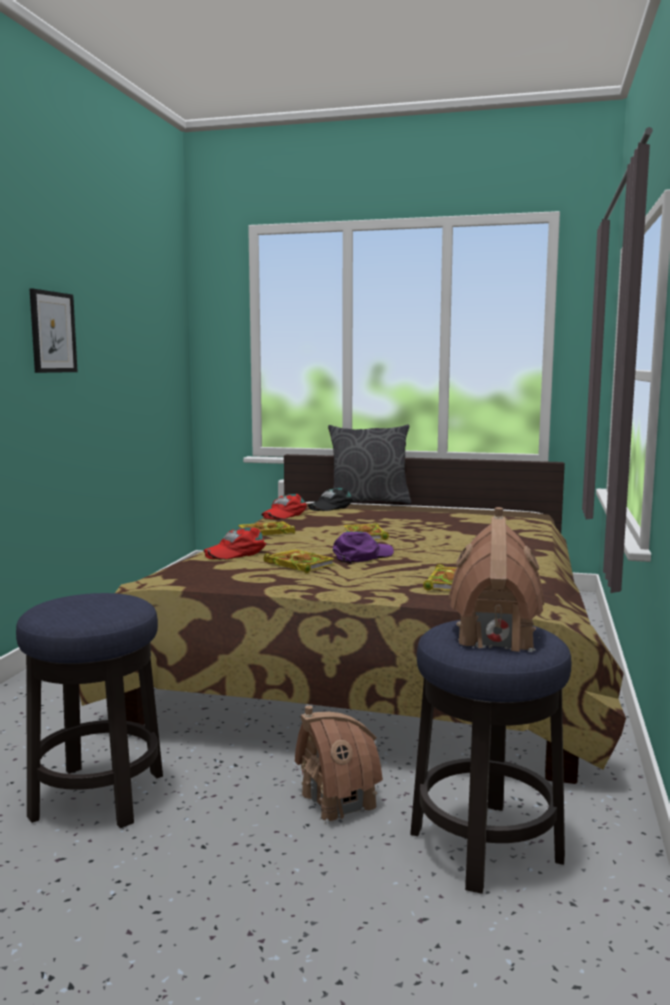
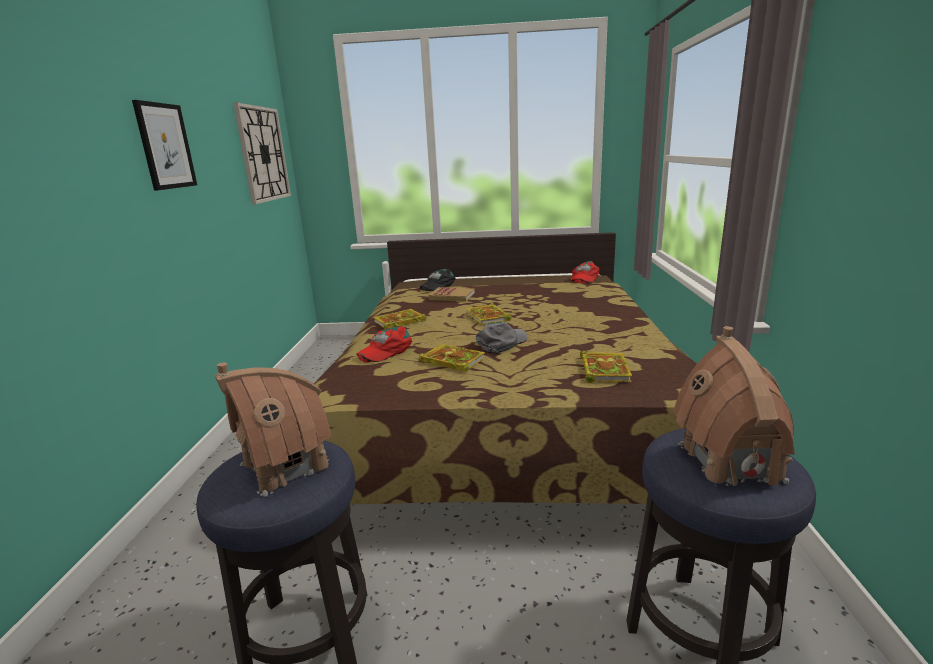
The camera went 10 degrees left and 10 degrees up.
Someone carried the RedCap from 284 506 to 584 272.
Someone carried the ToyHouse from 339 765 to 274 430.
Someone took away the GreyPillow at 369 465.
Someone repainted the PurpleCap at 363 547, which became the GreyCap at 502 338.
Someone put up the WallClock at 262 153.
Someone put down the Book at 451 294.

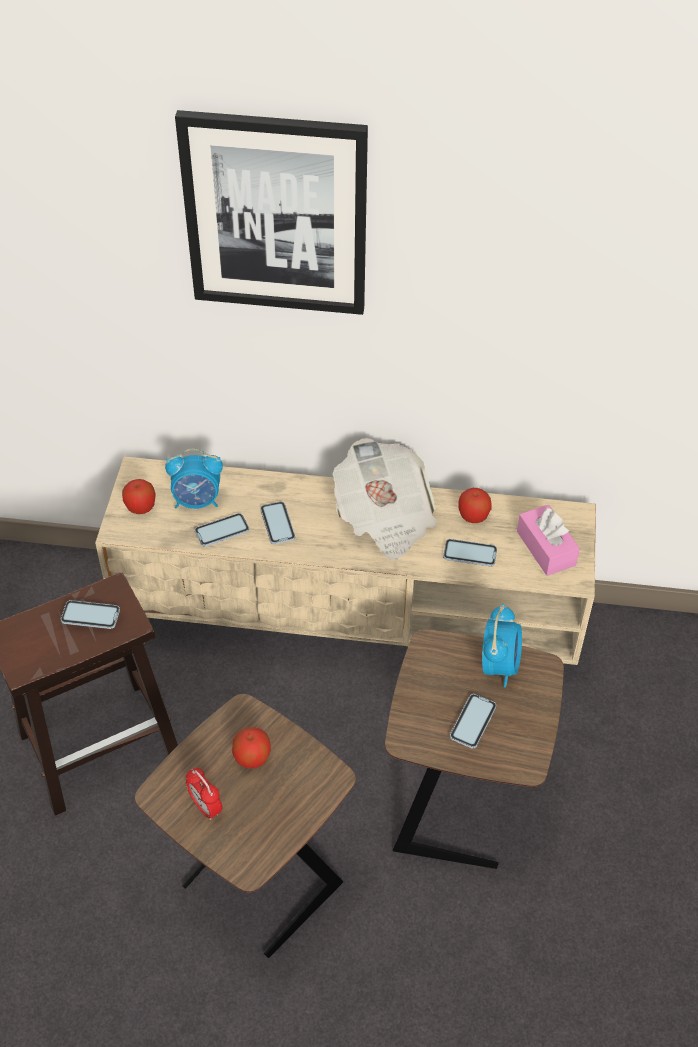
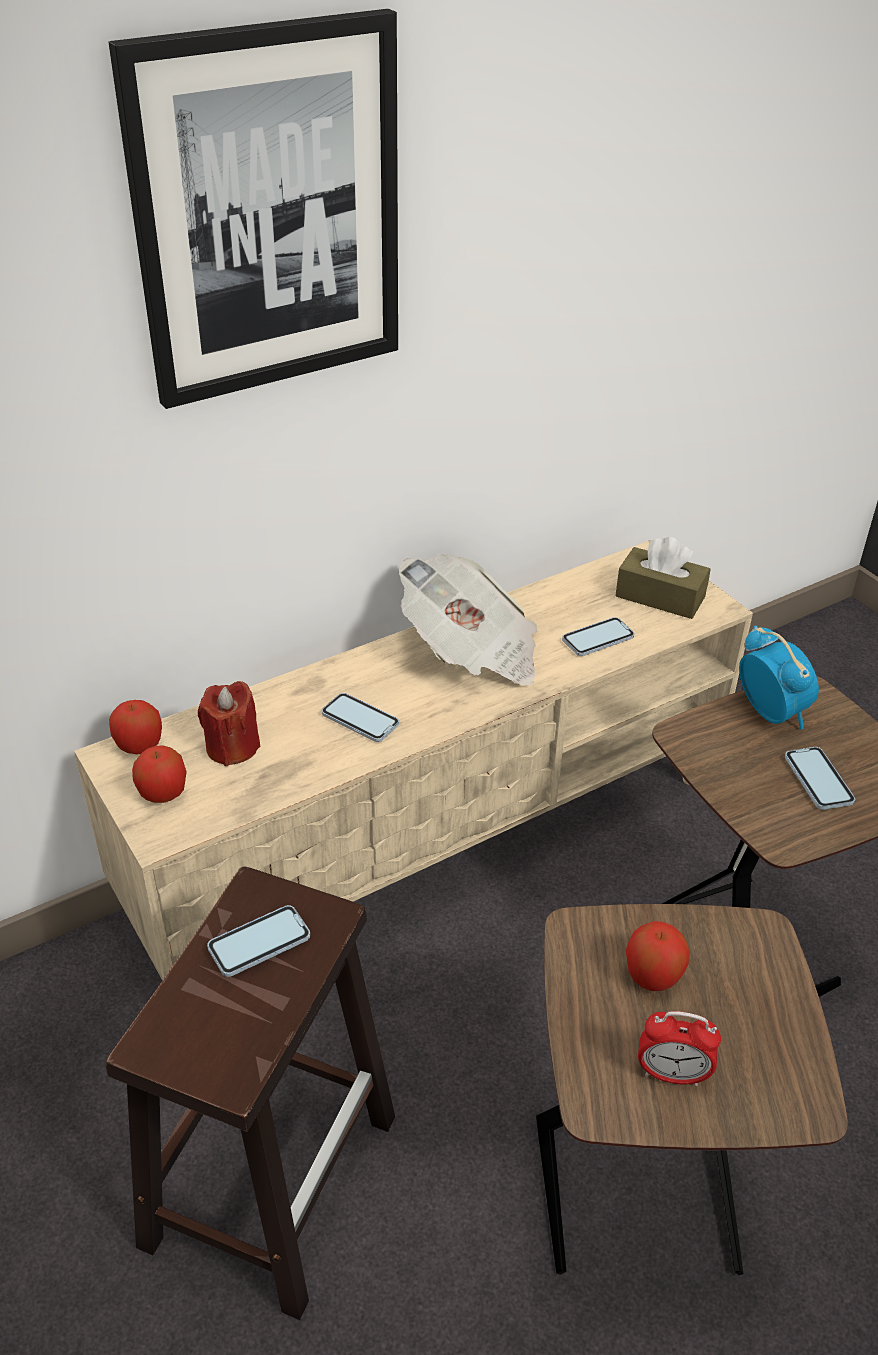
The camera went 40 degrees left and 10 degrees down.
Someone swapped the AlarmClock at 194 478 for the RedCandle at 229 723.
Someone took away the Phone at 222 530.
Someone carried the Apple from 475 505 to 135 727.
Someone repainted the PinkTissueBox at 548 540, which became the BrownTissueBox at 663 578.

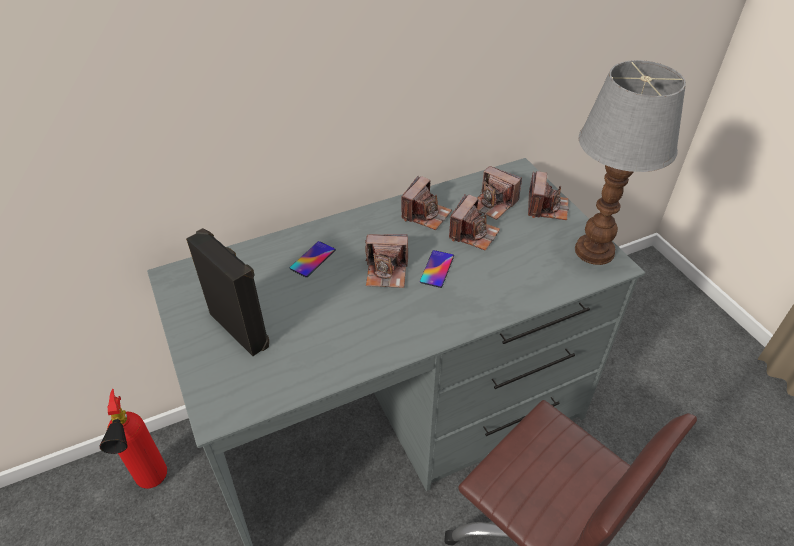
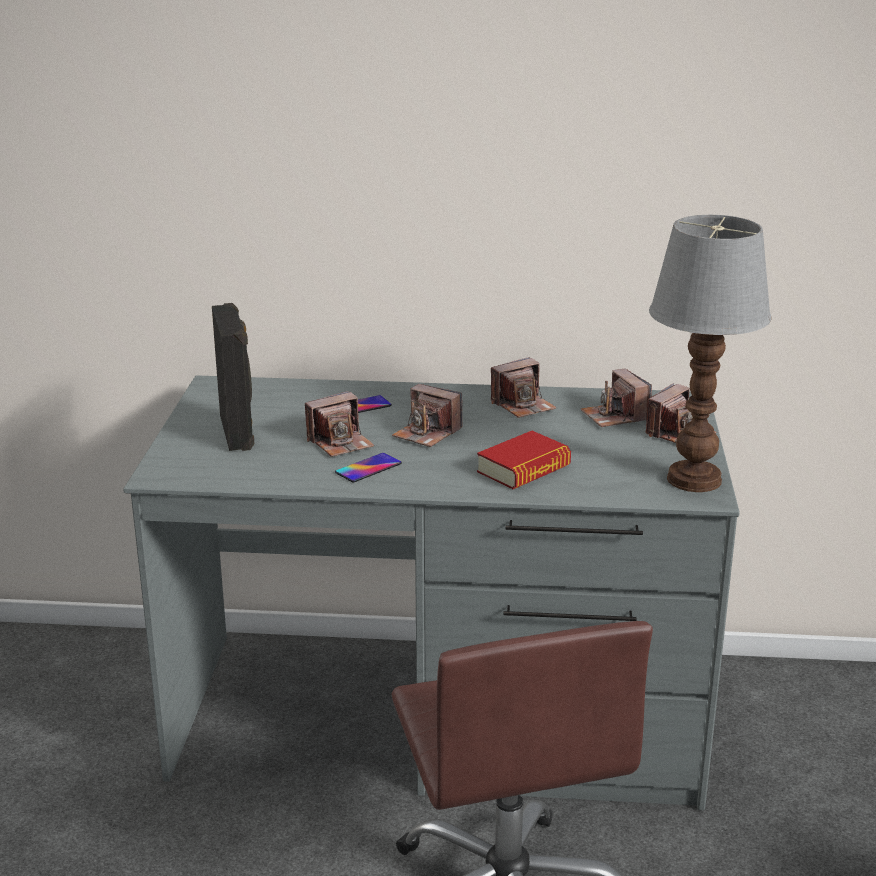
The camera went 30 degrees right and 20 degrees down.
Someone took away the FireExtinguisher at 133 439.
Someone carried the Phone from 437 269 to 368 467.
Someone carried the PhotoCamera from 474 222 to 339 424.
Someone put down the Book at 524 460.

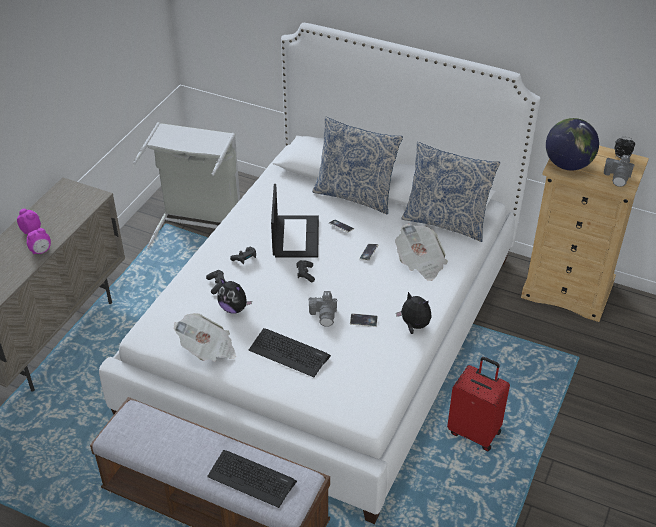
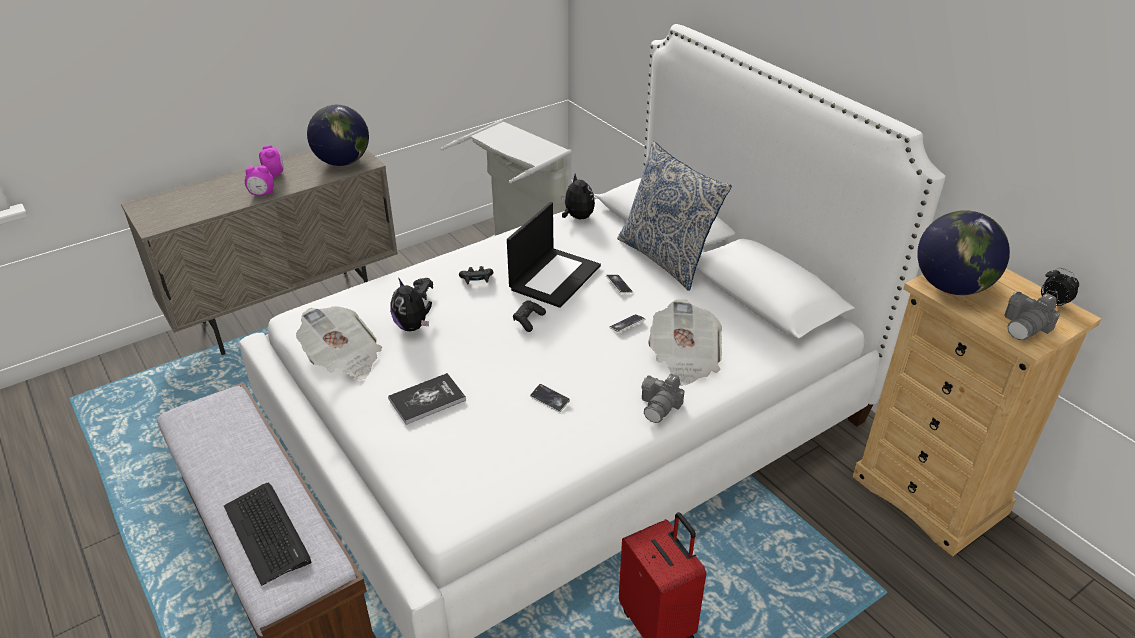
The camera went 30 degrees right and 5 degrees down.
Someone swapped the Keyboard at 290 352 for the Book at 427 399.
Someone carried the PhotoCamera from 323 309 to 662 398.
Someone carried the PlushToy from 414 313 to 578 197.
Someone took away the Pillow at 450 192.
Someone put down the Globe at 338 135.

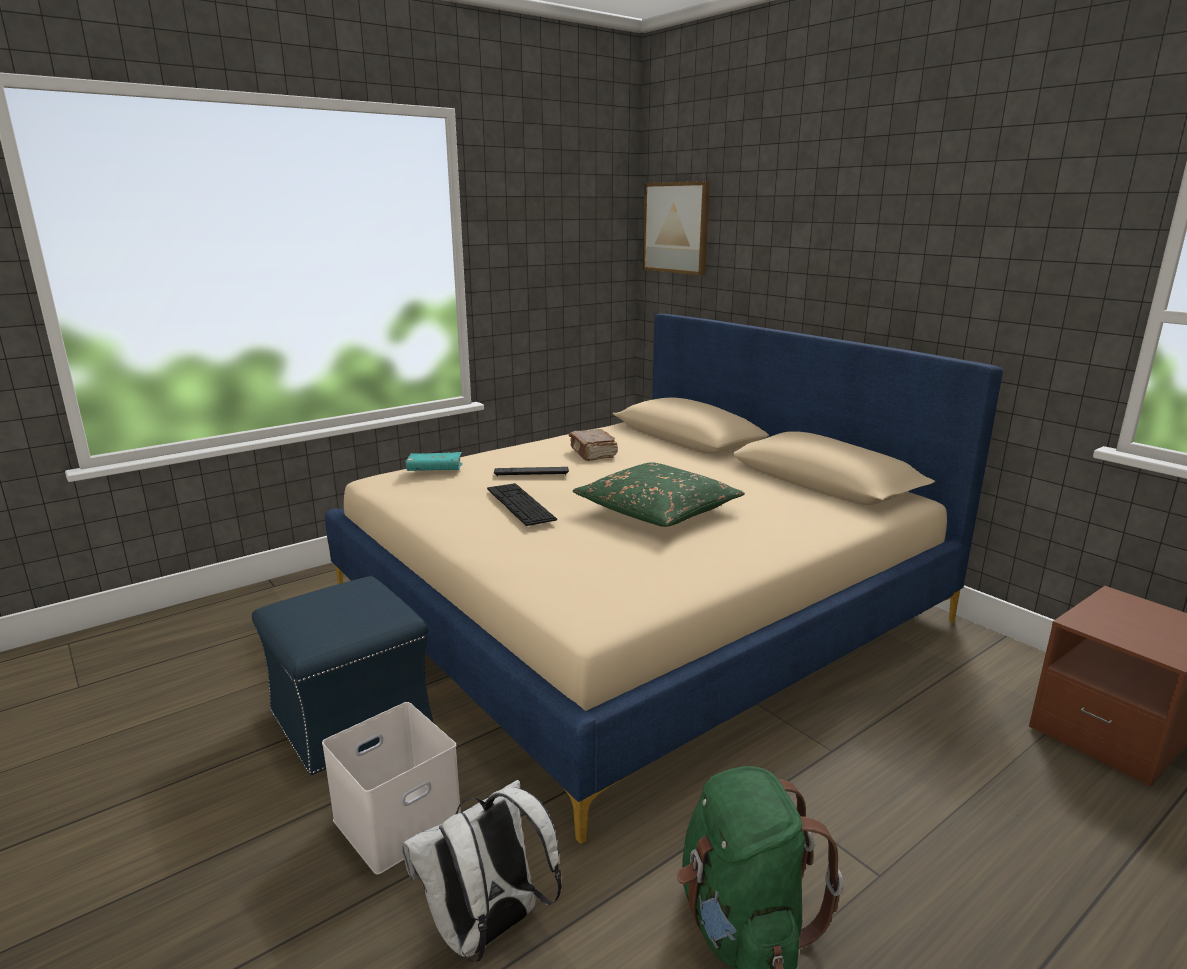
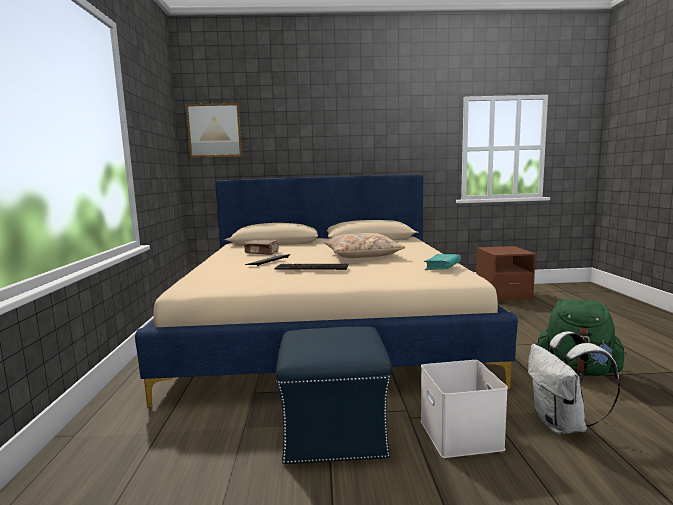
The camera went 55 degrees left and 10 degrees down.
Someone carried the TurquoiseBook from 434 461 to 442 262.
Someone repainted the GreenPillow at 659 494, which became the BeigePillow at 364 245.

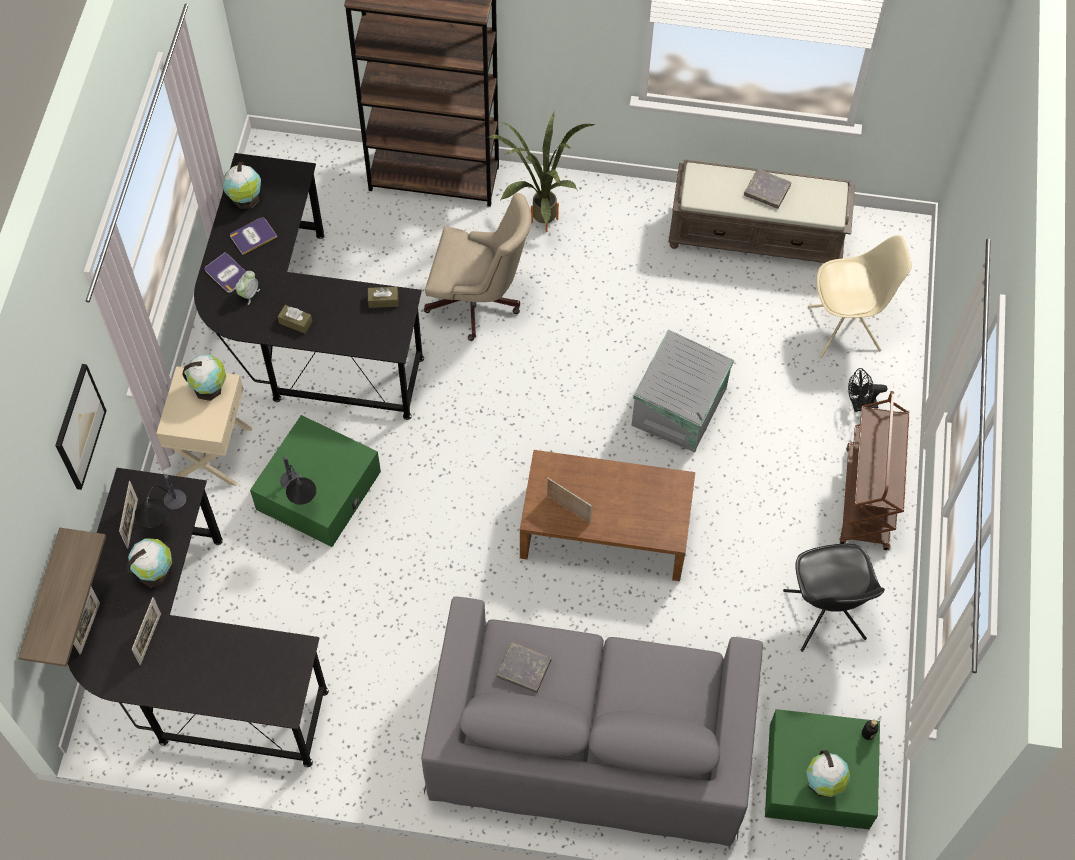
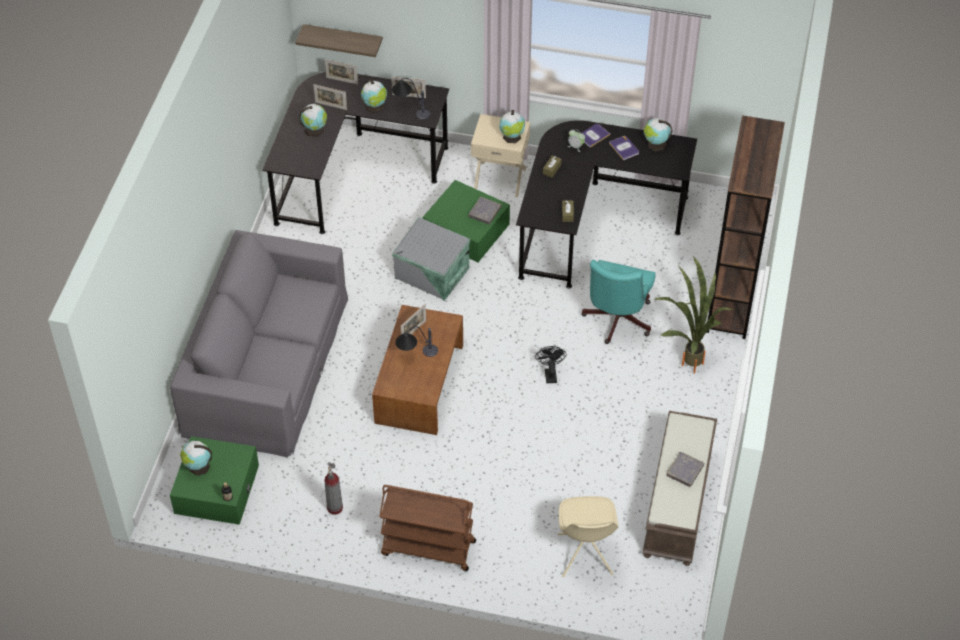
The camera went 95 degrees right and 10 degrees down.
Someone took away the Picture at 81 427.
Someone carried the TableLamp from 298 481 to 417 341.
Someone repainted the BeigeOfficeChair at 478 267, which became the TurquoiseOfficeChair at 618 302.
Someone carried the GreyBook from 524 667 to 485 210.
Someone carried the GreyStorageBox from 682 390 to 431 259.
Someone swapped the BlackChair at 834 598 for the FireExtinguisher at 333 488.
Someone carried the BlackFan from 867 390 to 551 364.
Someone put down the Globe at 313 120.

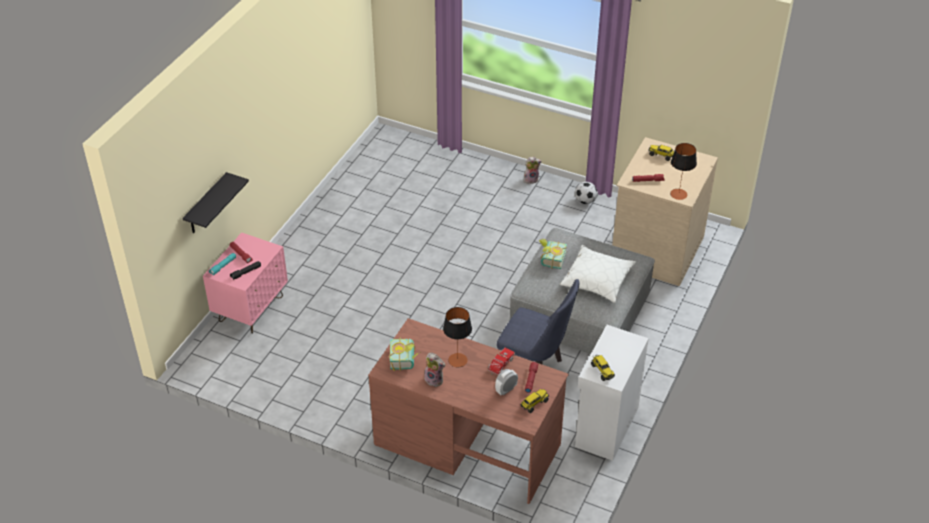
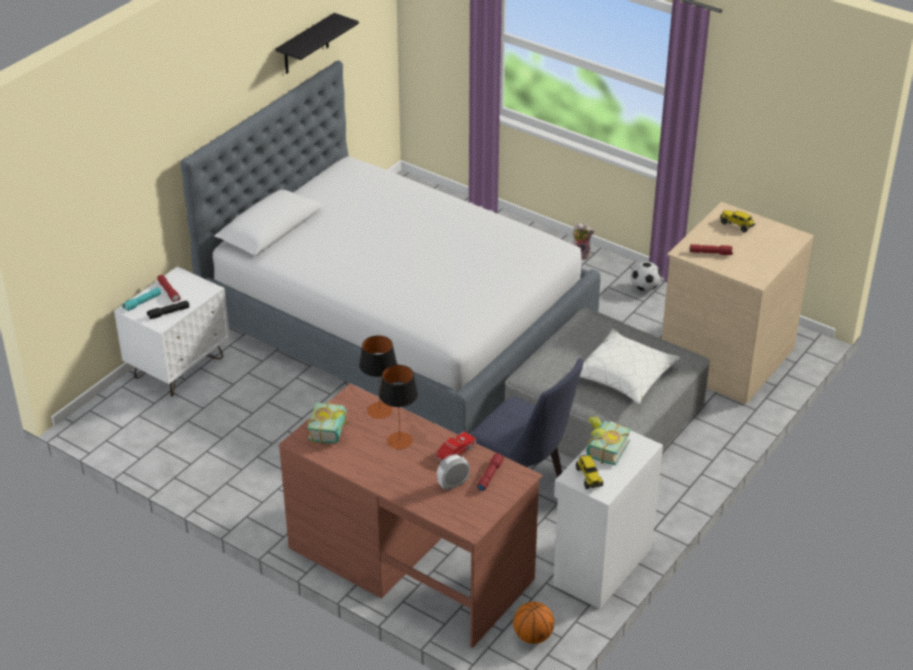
The camera went 10 degrees right and 5 degrees down.
Someone carried the BlackShelf from 215 202 to 317 43.
Someone repainted the PinkNightstand at 245 283, which became the WhiteNightstand at 172 331.
Someone took away the PlushToy at 434 370.
Someone took away the ToyTruck at 535 401.
Someone carried the Book from 553 254 to 608 440.
Someone carried the TableLamp from 683 171 to 378 377.
Someone put down the Bed at 391 248.
Someone put down the Basketball at 533 623.

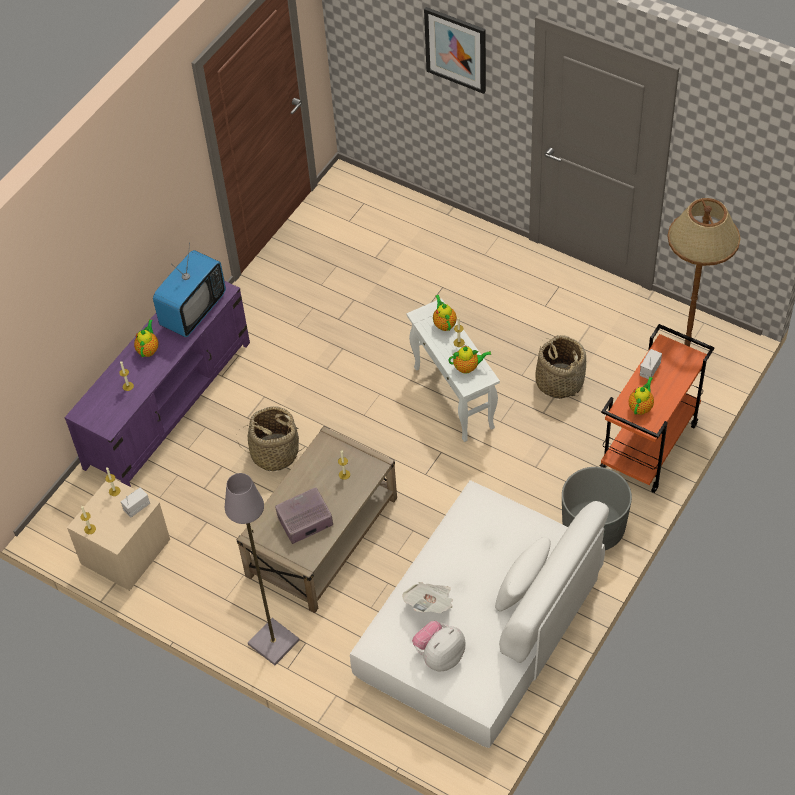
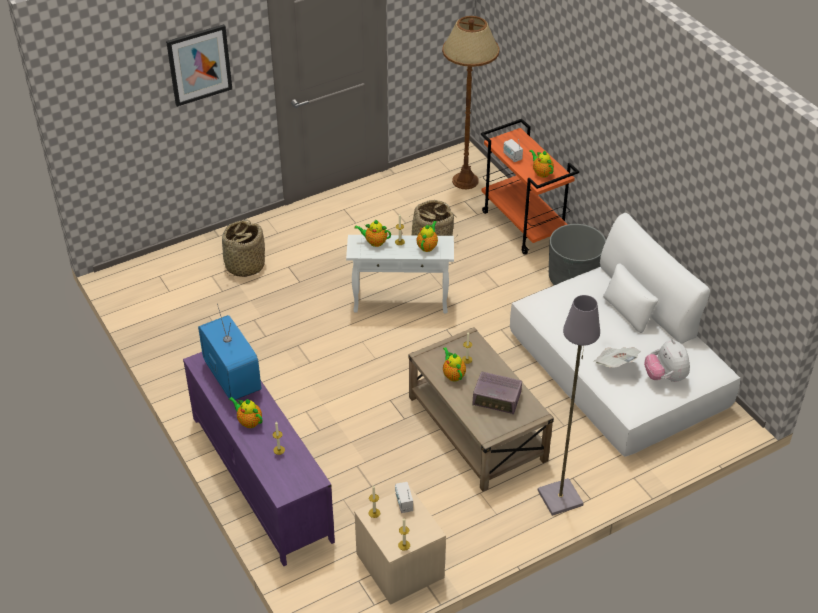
The camera went 65 degrees left and 10 degrees down.
Someone carried the Basket from 271 438 to 243 248.
Someone rotated the Radio at 304 515 by 75 degrees counterclockwise.
Someone put down the Teapot at 454 364.

